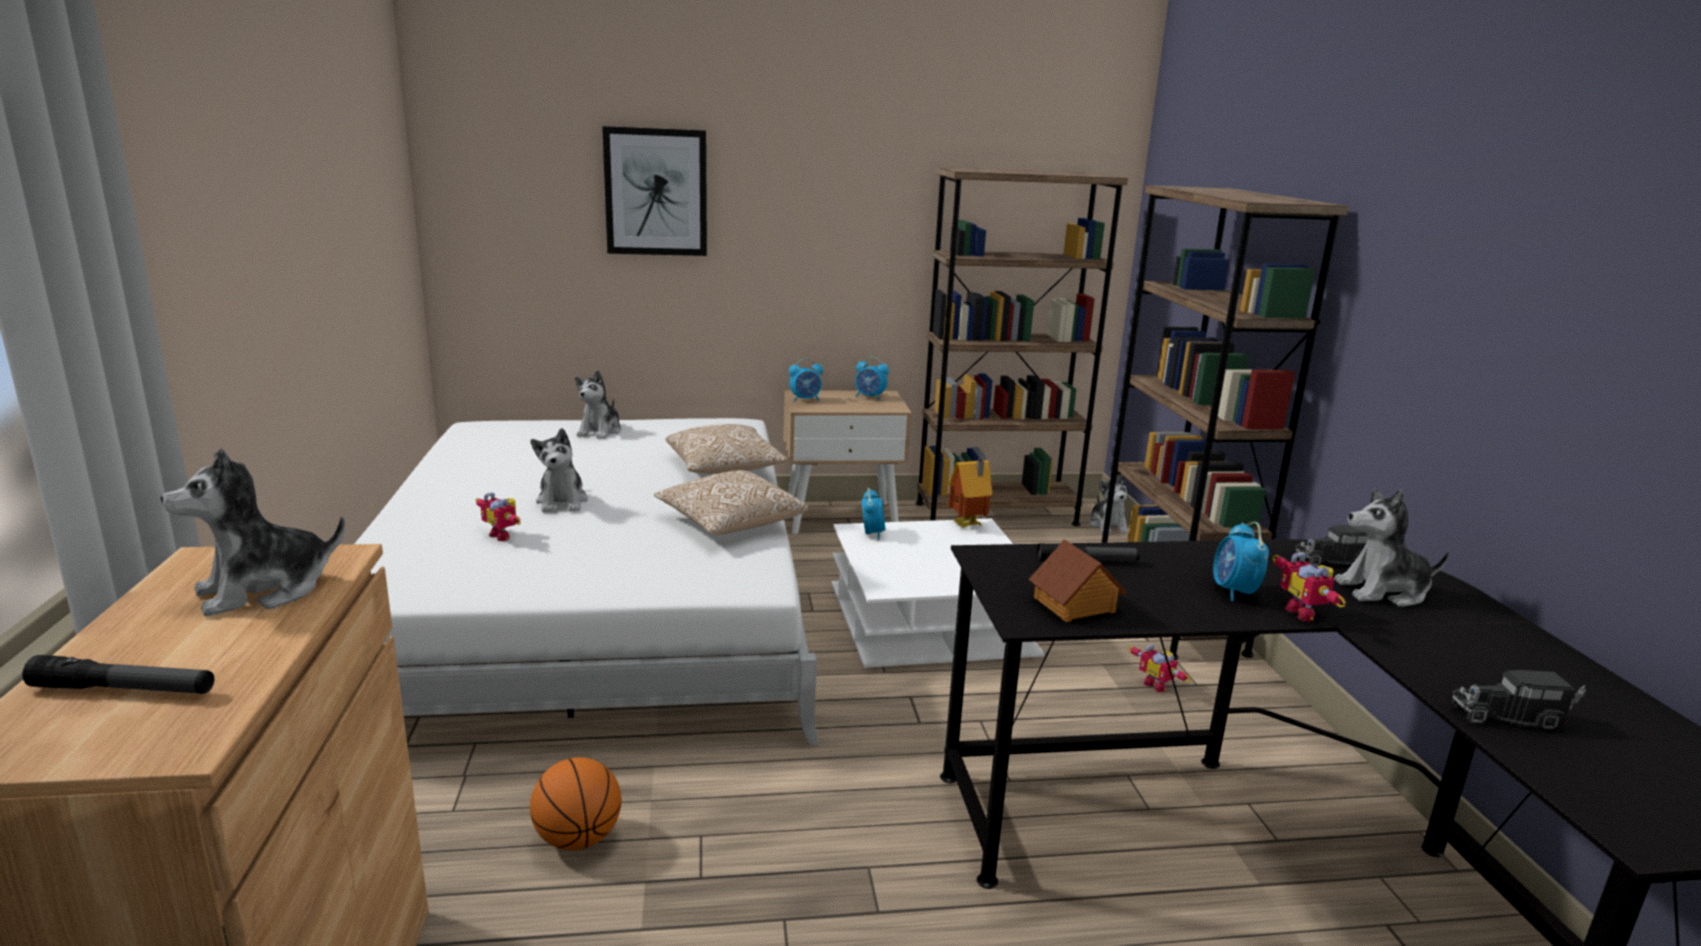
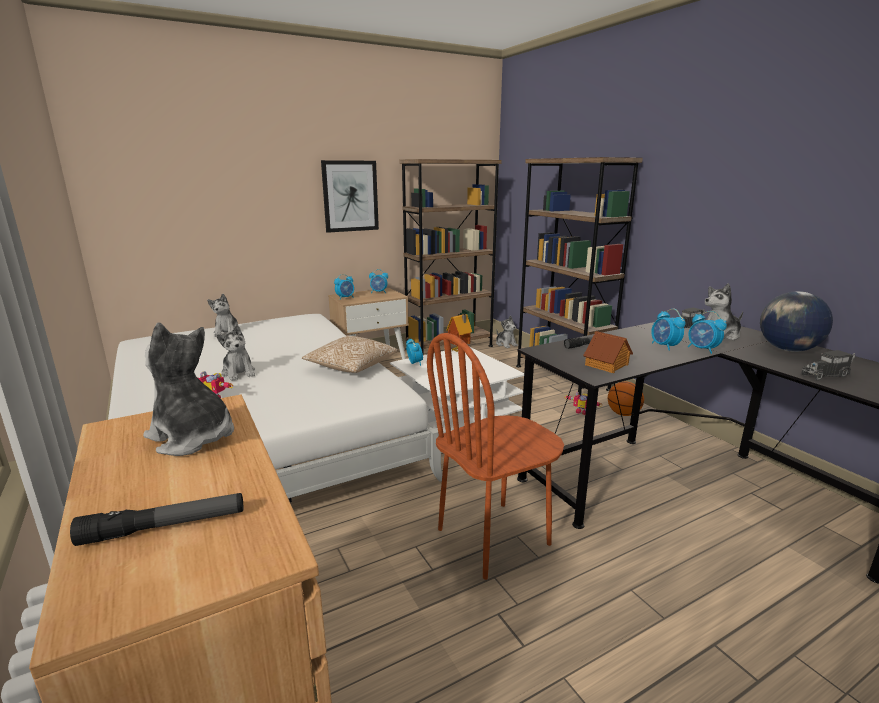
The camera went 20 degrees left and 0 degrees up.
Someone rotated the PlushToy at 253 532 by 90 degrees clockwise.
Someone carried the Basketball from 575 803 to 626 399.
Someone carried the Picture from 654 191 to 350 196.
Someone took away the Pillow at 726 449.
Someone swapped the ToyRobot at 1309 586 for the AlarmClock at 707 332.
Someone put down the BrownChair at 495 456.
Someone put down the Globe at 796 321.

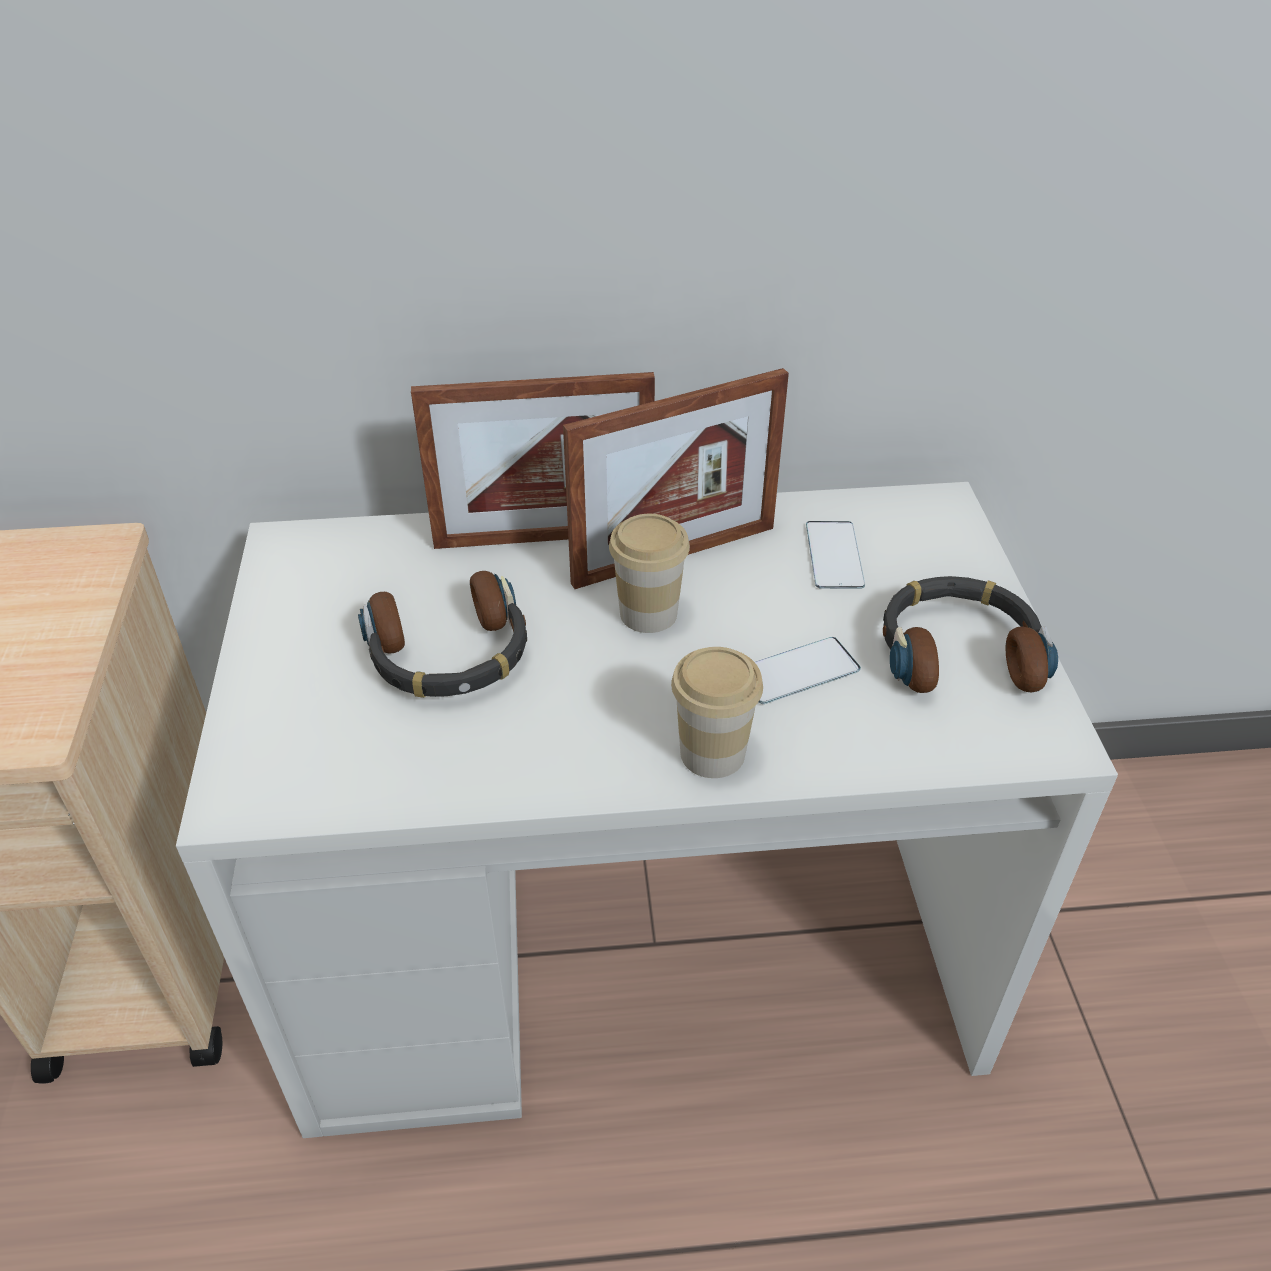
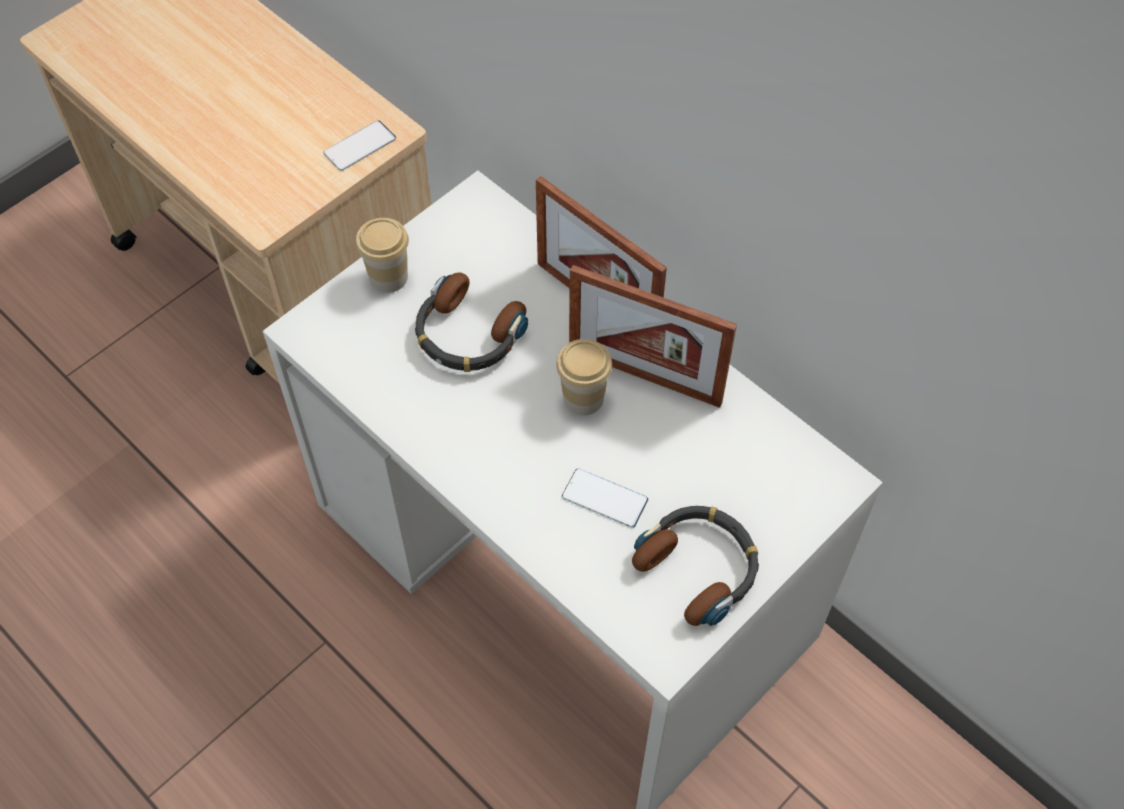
The camera went 50 degrees right and 15 degrees up.
Someone carried the Cup from 717 712 to 382 255.
Someone carried the Phone from 835 555 to 359 145.

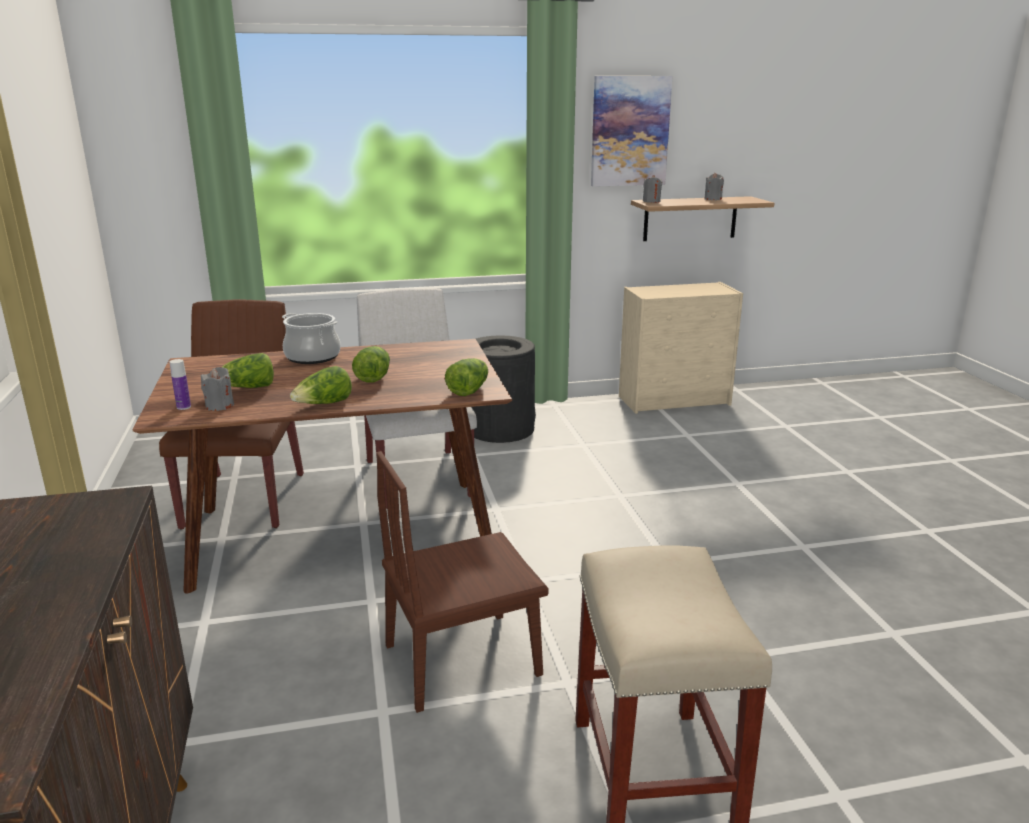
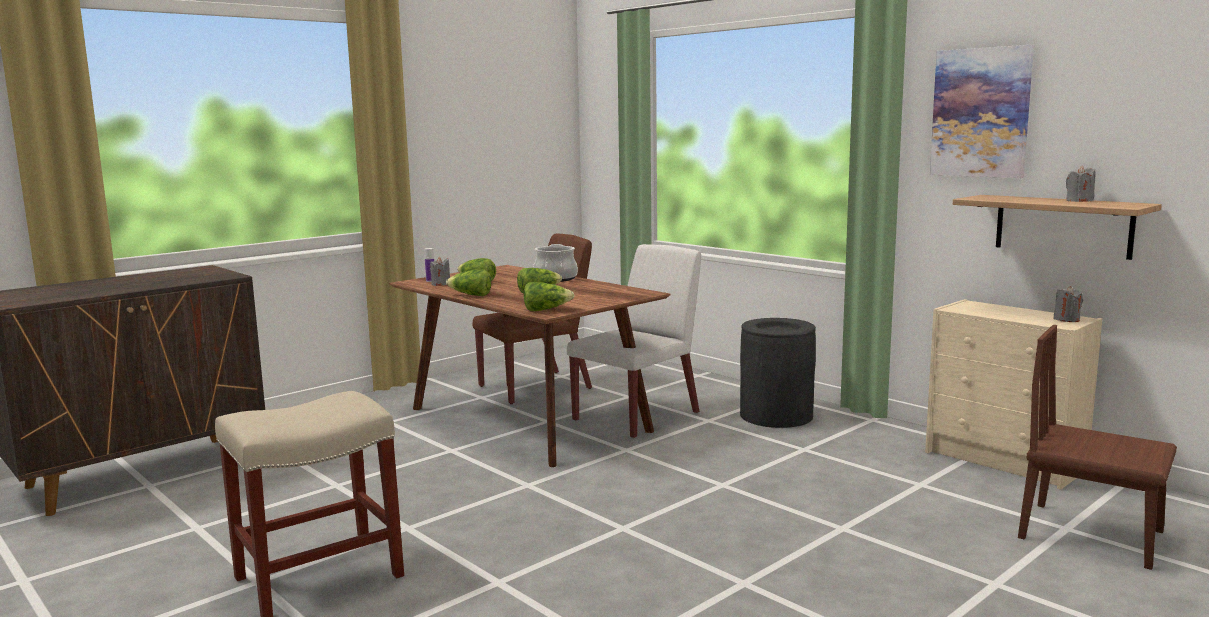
The camera went 60 degrees right and 10 degrees down.
Someone carried the BrownChair from 462 582 to 1097 447.
Someone carried the GreyCandle from 652 189 to 1068 304.

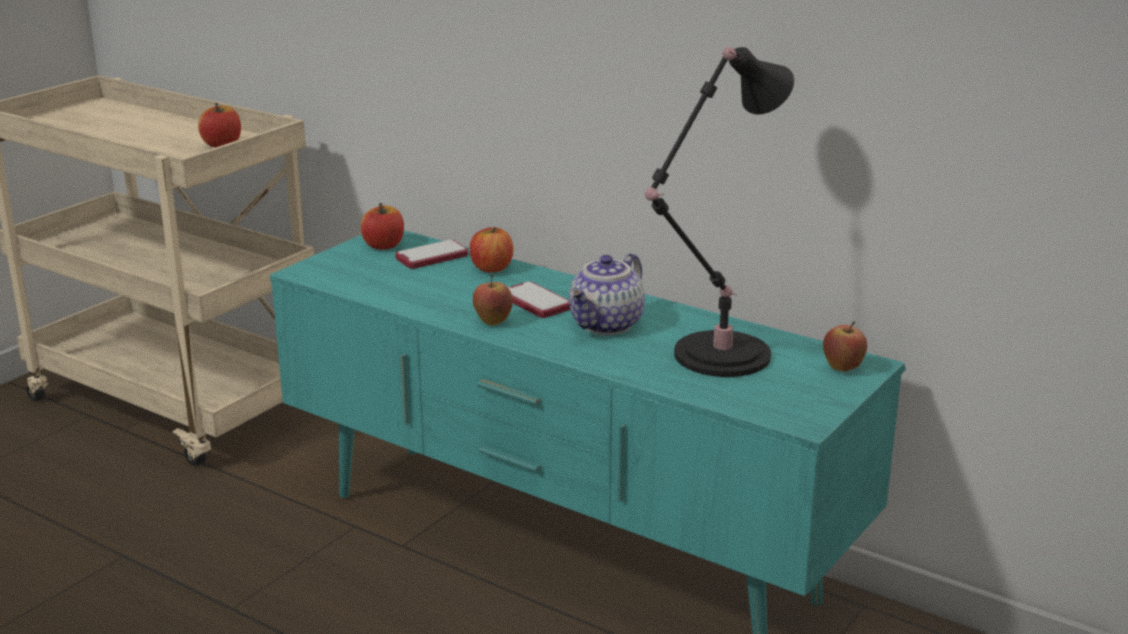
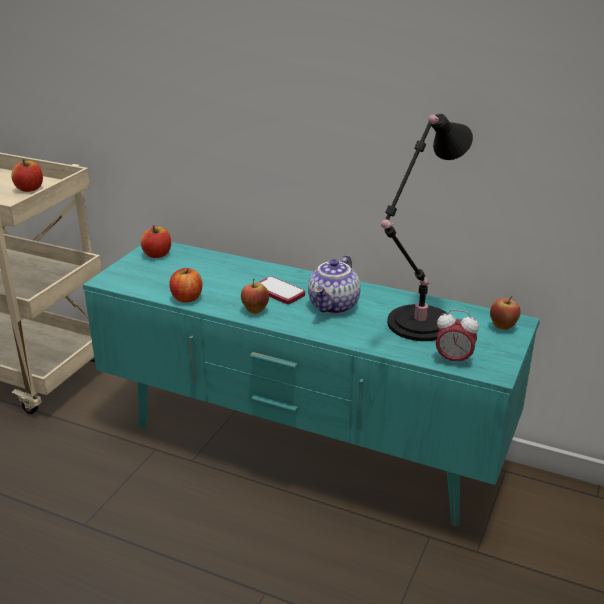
The camera went 10 degrees left and 5 degrees up.
Someone took away the Phone at 431 254.
Someone carried the Apple from 491 250 to 185 285.
Someone put down the AlarmClock at 457 337.

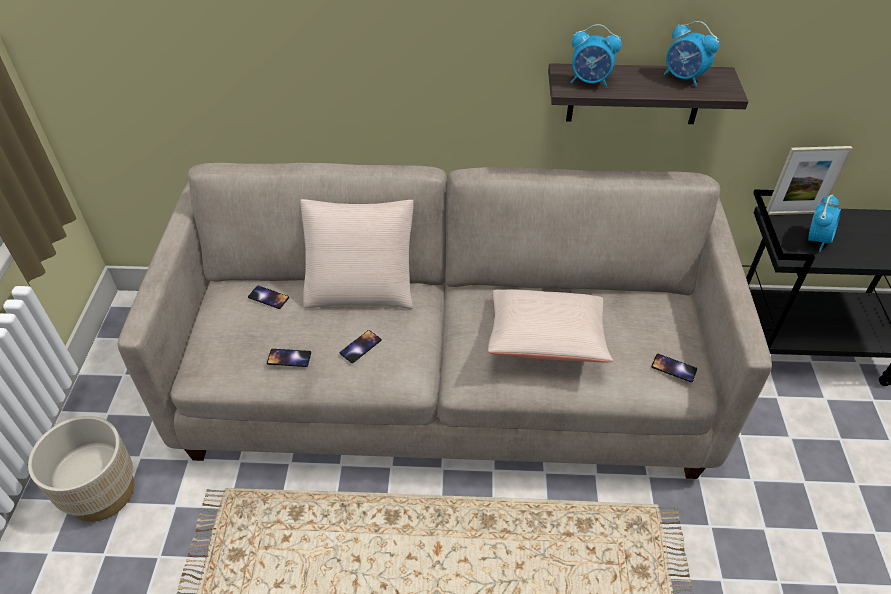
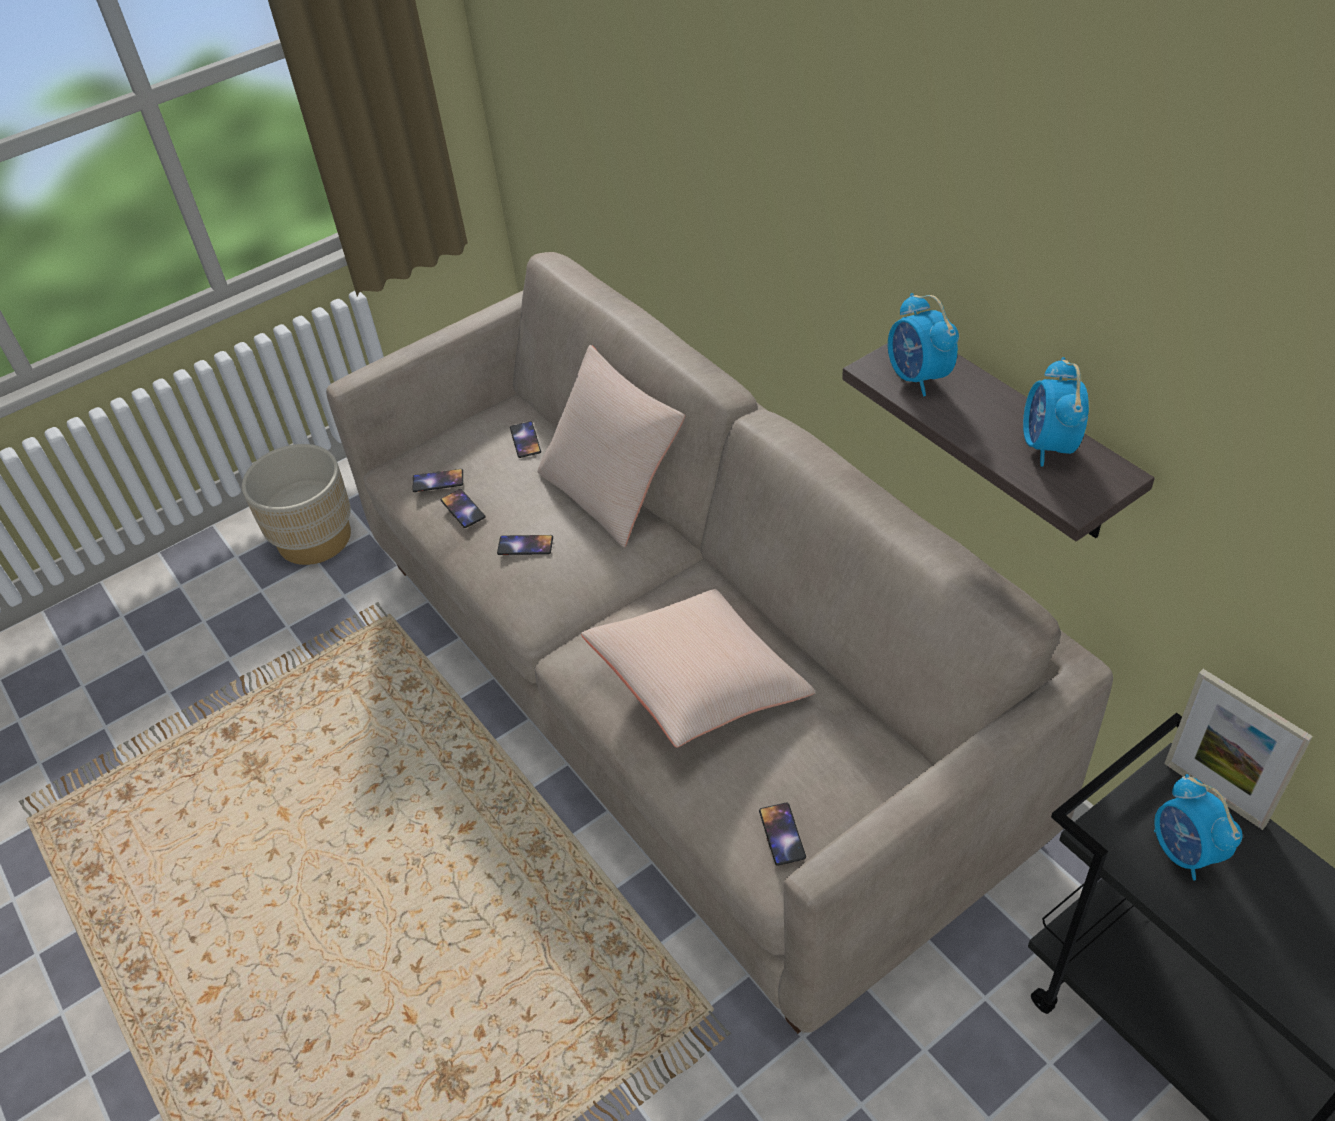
The camera went 55 degrees right and 0 degrees up.
Someone rotated the AlarmClock at 824 222 by 75 degrees clockwise.
Someone put down the Phone at 438 480.

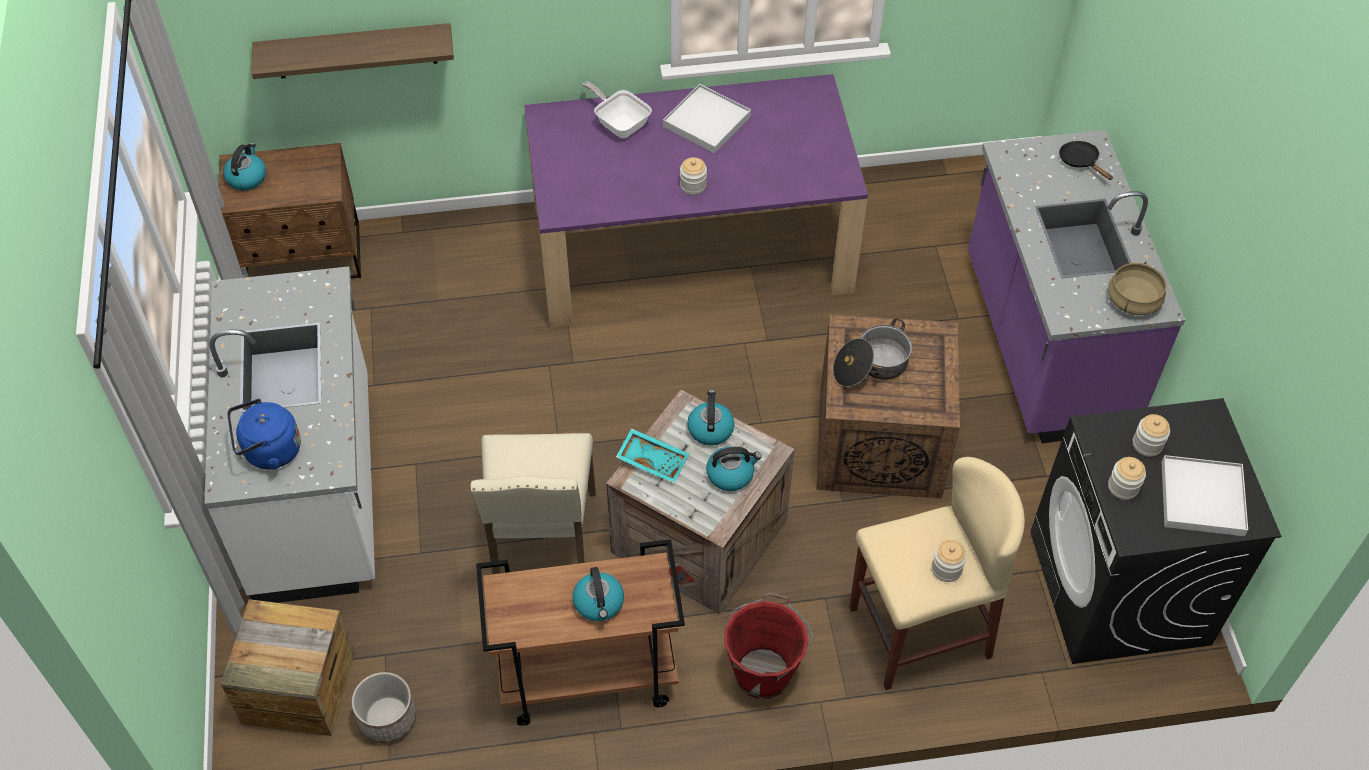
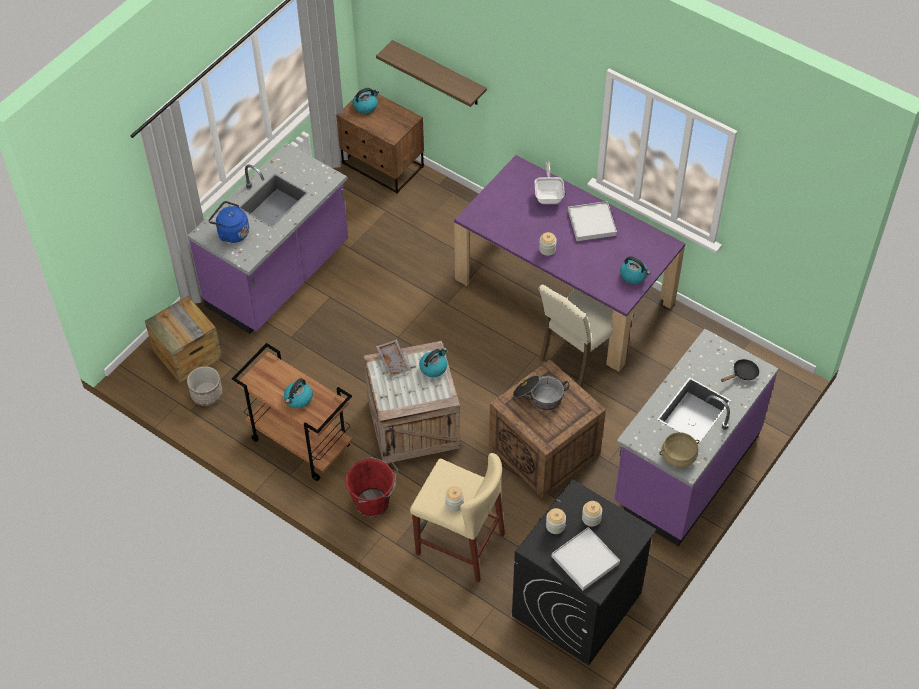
The camera went 45 degrees right and 0 degrees up.
Someone repainted the WhiteCounter at 290 434, which became the PurpleCounter at 267 238.
Someone carried the BeigeChair from 533 503 to 586 335.
Someone repainted the TurquoiseTray at 652 455, which became the GreyTray at 393 358.
Someone carried the Kettle from 734 469 to 635 270.
Someone rotated the BlackFryingPan at 1086 160 by 45 degrees clockwise.

